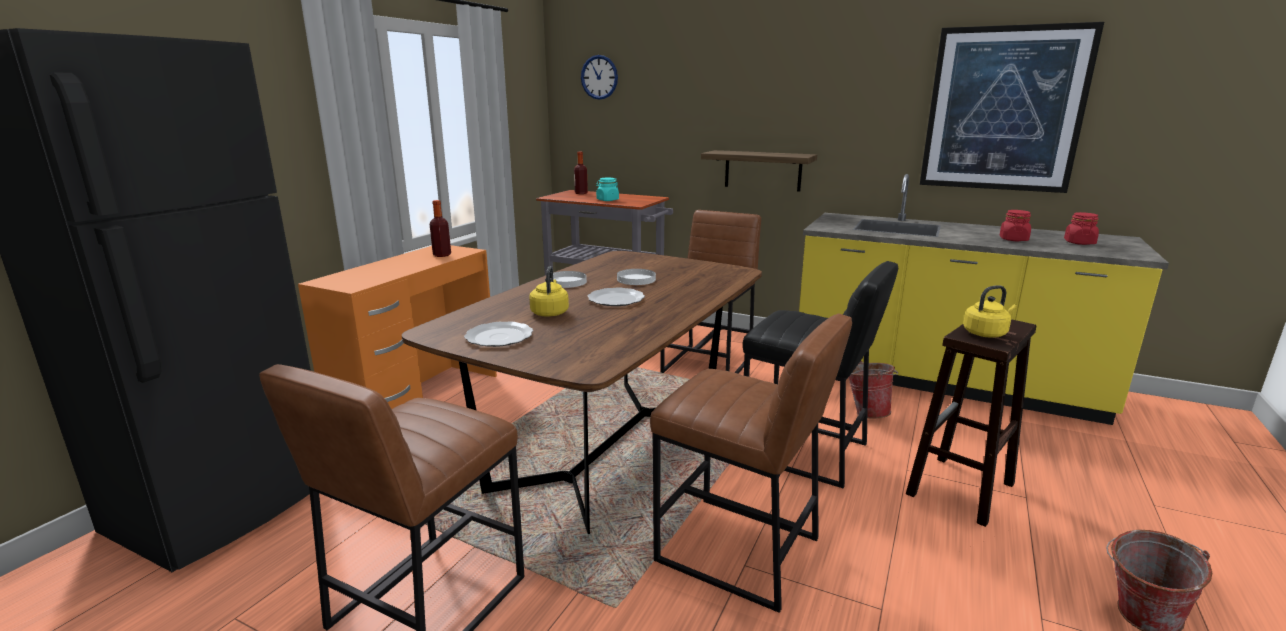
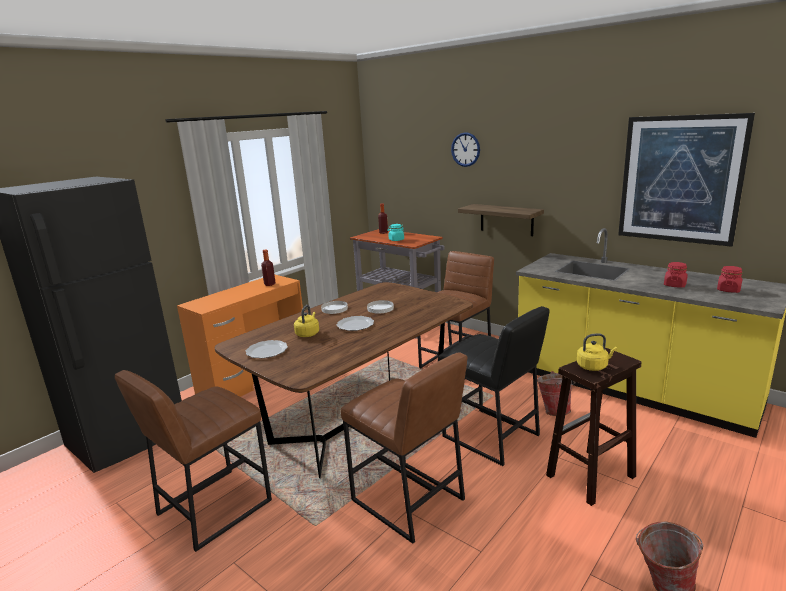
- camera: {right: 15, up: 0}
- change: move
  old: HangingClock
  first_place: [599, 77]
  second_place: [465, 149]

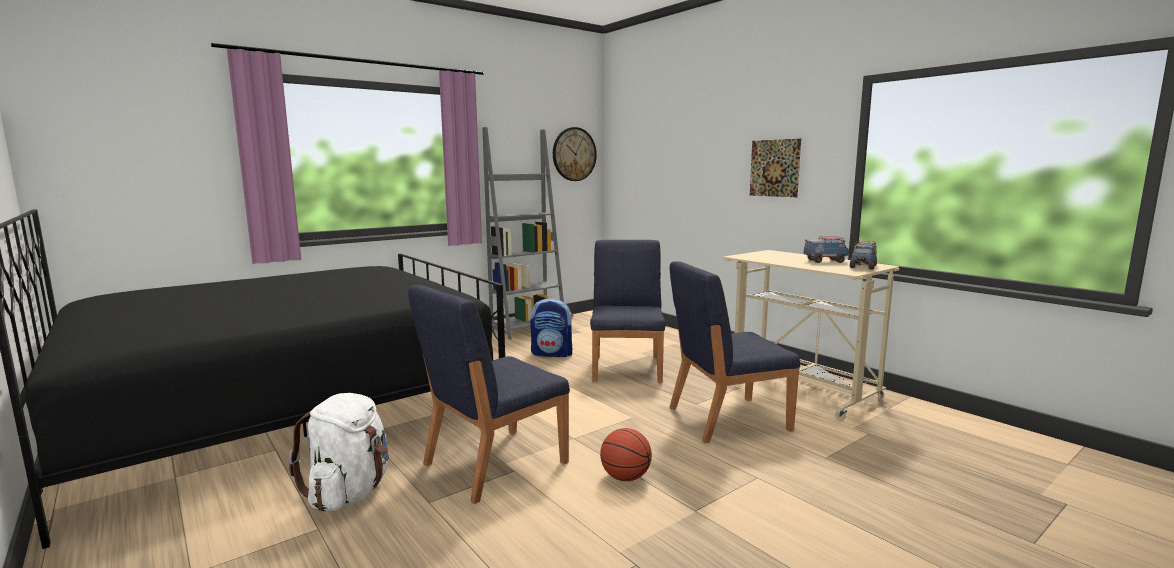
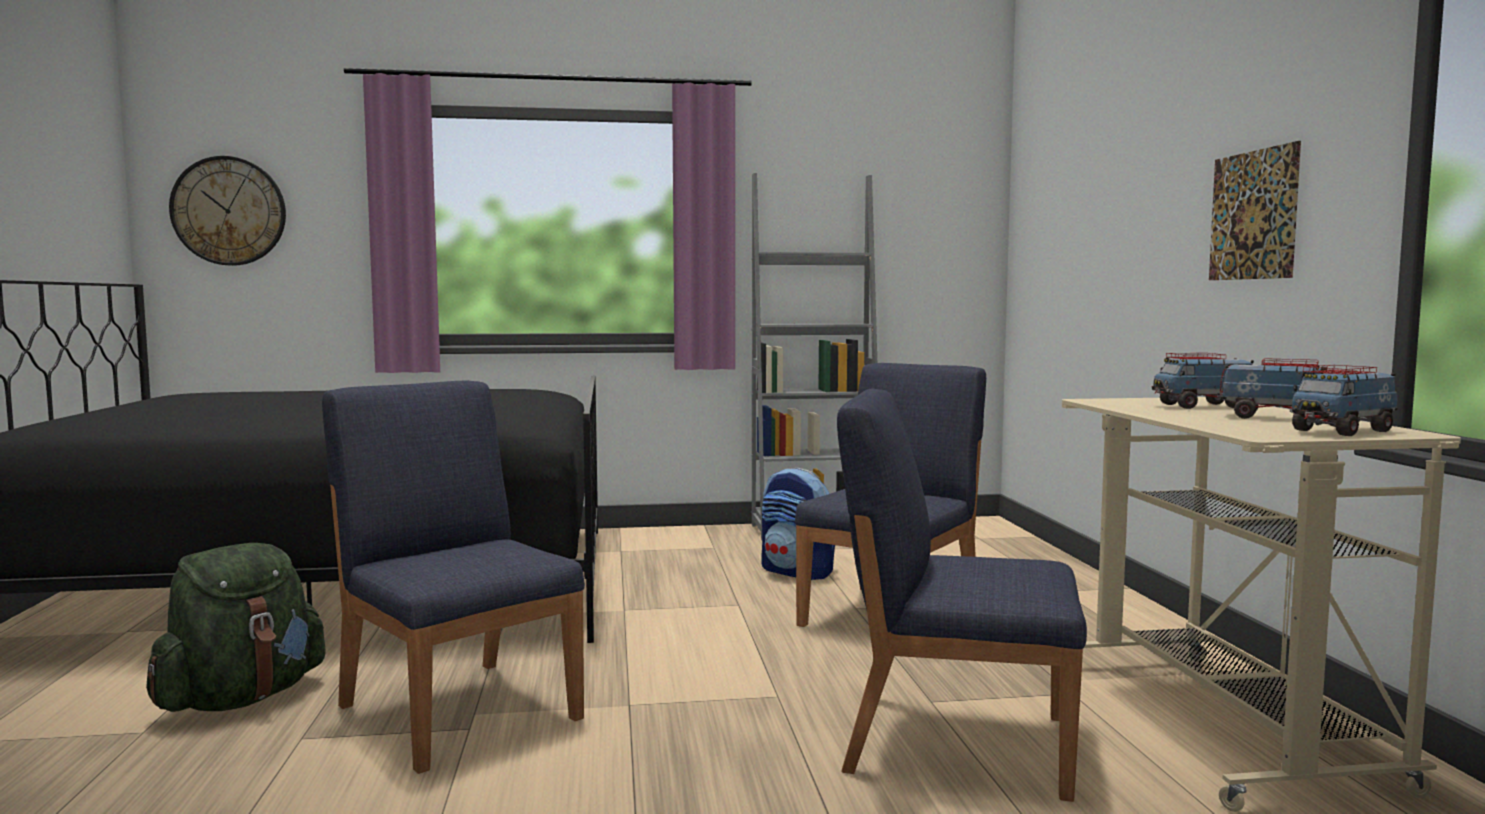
- camera: {right: 30, up: -5}
- change: recolor
  old: WhitishRucksack
  new: GreenishRucksack
  first_place: [350, 493]
  second_place: [241, 698]
- change: rotate
  old: BlueUprightChair
  first_place: [493, 463]
  second_place: [459, 710]
  degrees: 60
- change: move
  old: HangingClock
  first_place: [574, 154]
  second_place: [229, 211]
- change: delete
  old: Basketball
  first_place: [625, 477]
- change: insert
  new: ModelTruck
  second_place: [1201, 406]

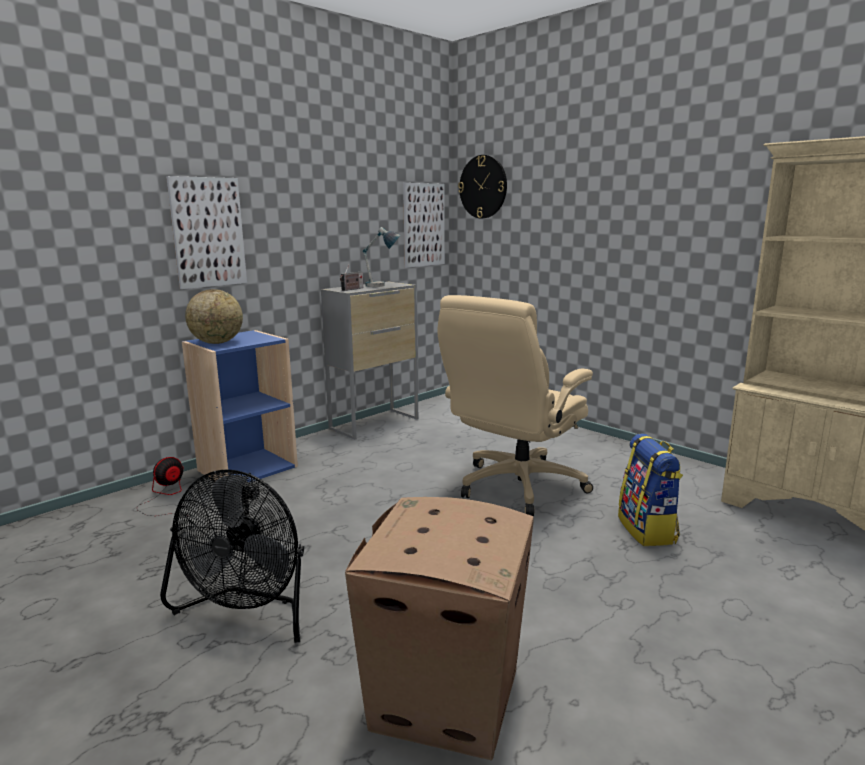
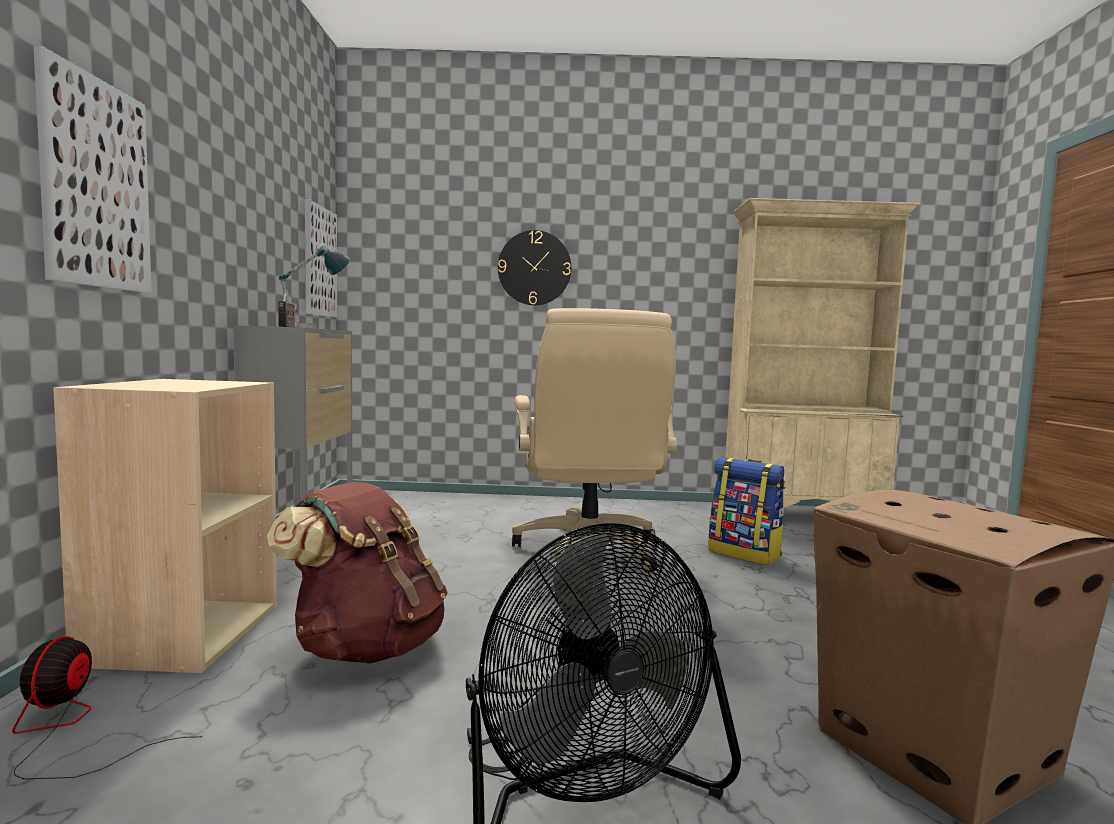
- camera: {right: -45, up: -10}
- change: recolor
  old: BlueShelvingUnit
  new: BeigeShelvingUnit
  first_place: [248, 467]
  second_place: [183, 632]
- change: delete
  old: Globe
  first_place: [217, 343]
- change: move
  old: HangingClock
  first_place: [483, 187]
  second_place: [534, 268]
- change: insert
  new: BrownishRucksack
  second_place: [366, 647]

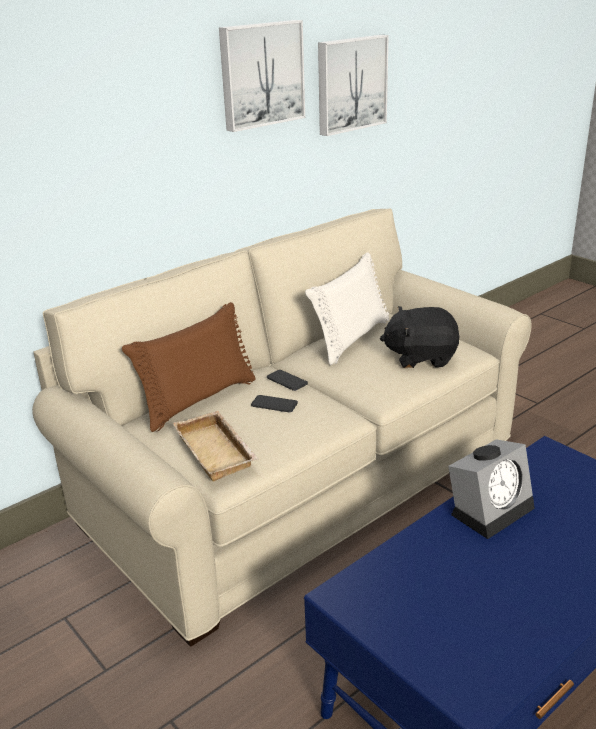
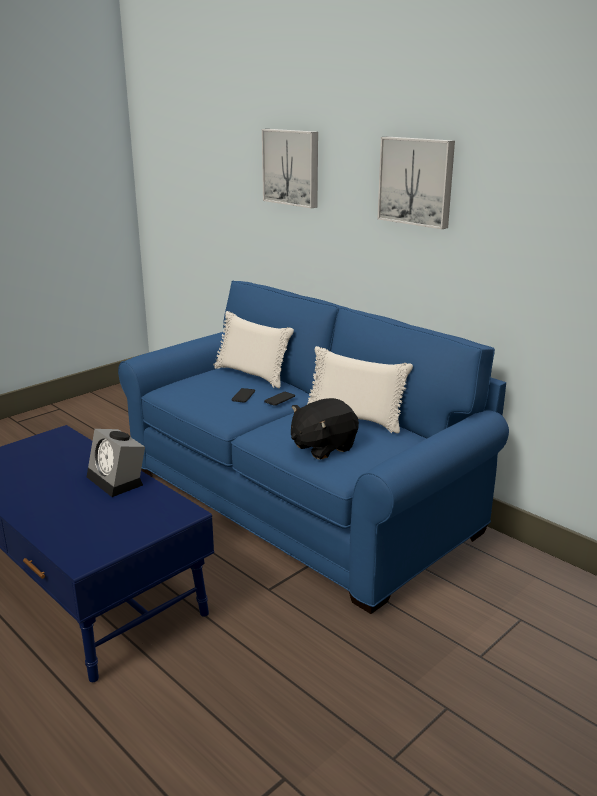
- camera: {right: 85, up: -5}
- change: recolor
  old: BeigeSettee
  new: BlueSettee
  first_place: [302, 483]
  second_place: [299, 501]
- change: recolor
  old: BrownishPillow
  new: WhitishPillow
  first_place: [198, 400]
  second_place: [252, 375]
- change: delete
  old: BeigeCarryingTray
  first_place: [218, 451]
- change: move
  old: Picture
  first_place: [350, 84]
  second_place: [292, 167]
- change: rotate
  old: BlackColouredSoftToy
  first_place: [420, 357]
  second_place: [322, 447]
  degrees: -120

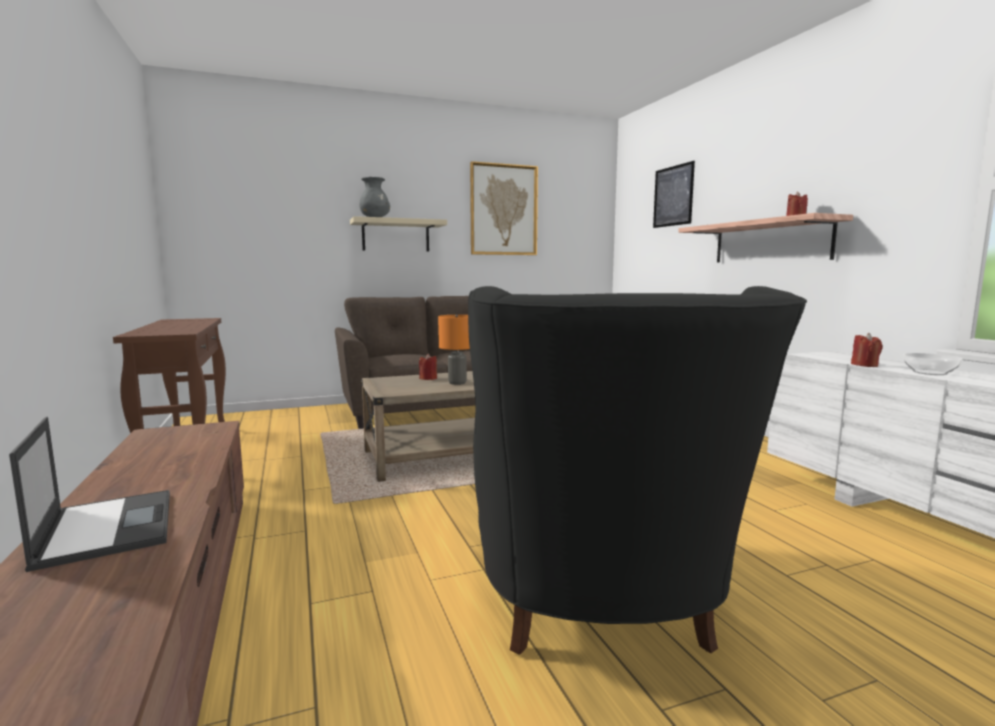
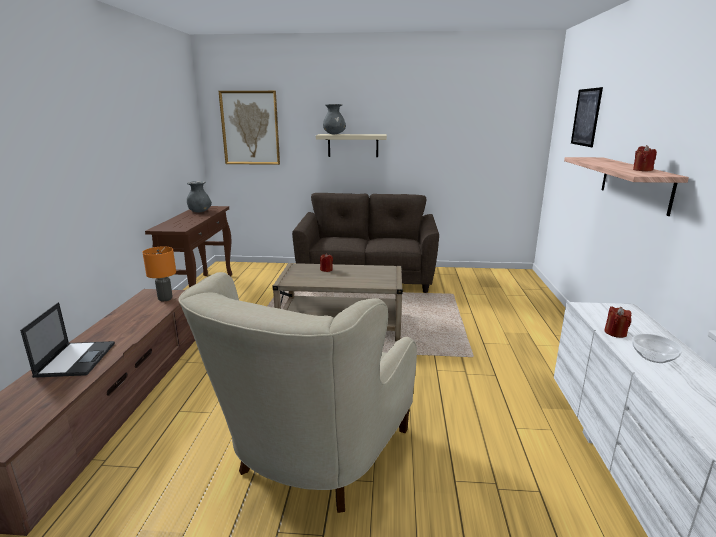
- camera: {right: 25, up: 10}
- change: move
  old: OrangeTableLamp
  first_place: [458, 383]
  second_place: [165, 299]
- change: recolor
  old: BlackColouredEasyChair
  new: BeigeEasyChair
  first_place: [598, 603]
  second_place: [313, 459]
- change: move
  old: Picture
  first_place: [503, 210]
  second_place: [250, 128]
- change: insert
  new: GreyishFlowerVase
  second_place: [199, 211]

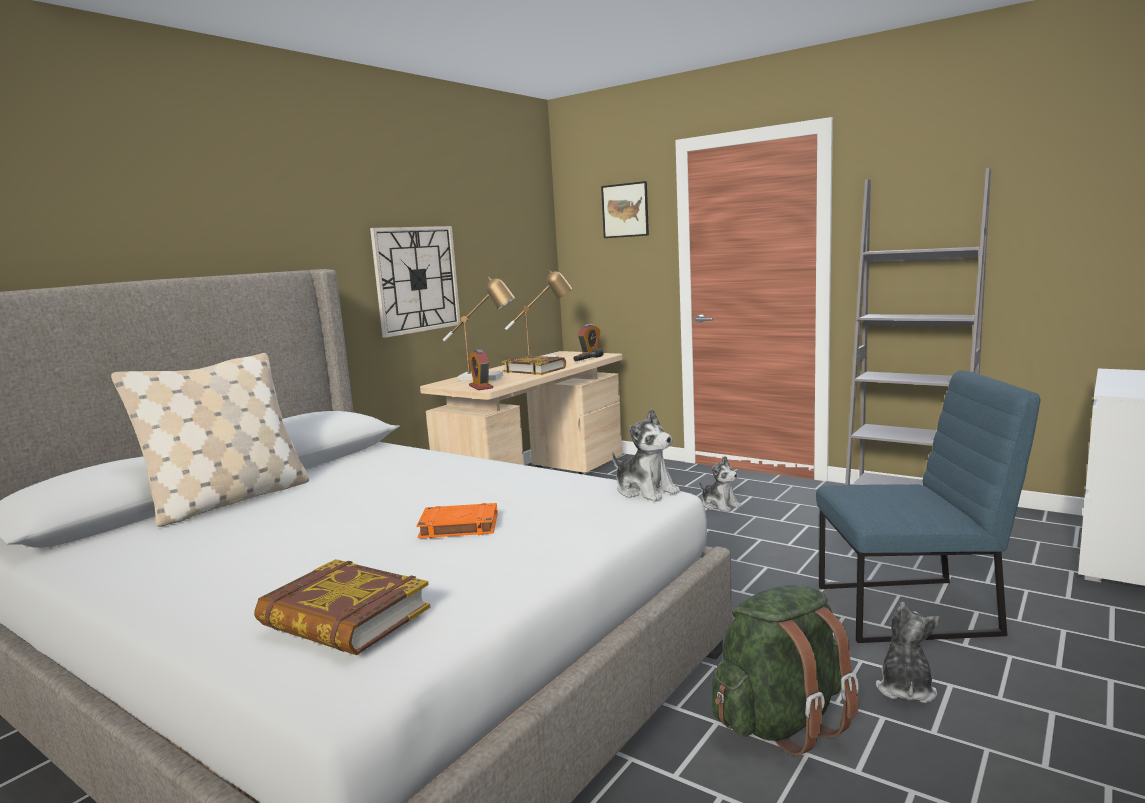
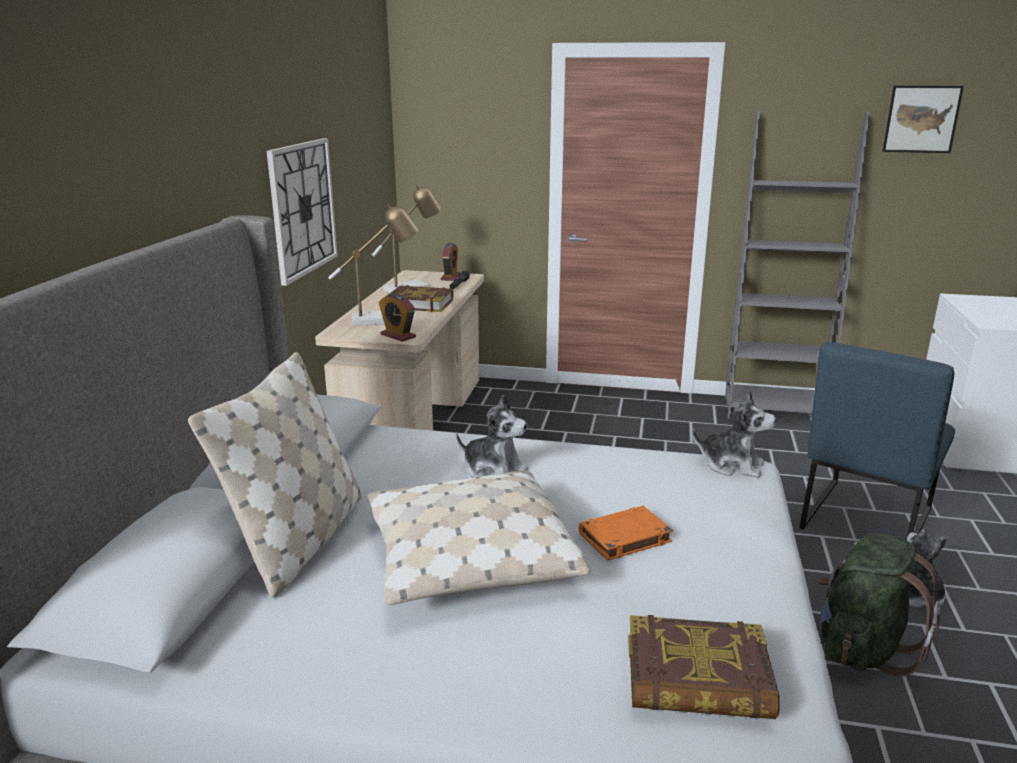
- camera: {right: -25, up: 10}
- change: move
  old: Picture
  first_place: [625, 210]
  second_place: [921, 119]
- change: move
  old: SoftToy
  first_place: [720, 505]
  second_place: [494, 471]
- change: rotate
  old: BlueUprightChair
  first_place: [912, 610]
  second_place: [863, 520]
  degrees: 150
- change: insert
  new: BeigePillow
  second_place: [469, 558]

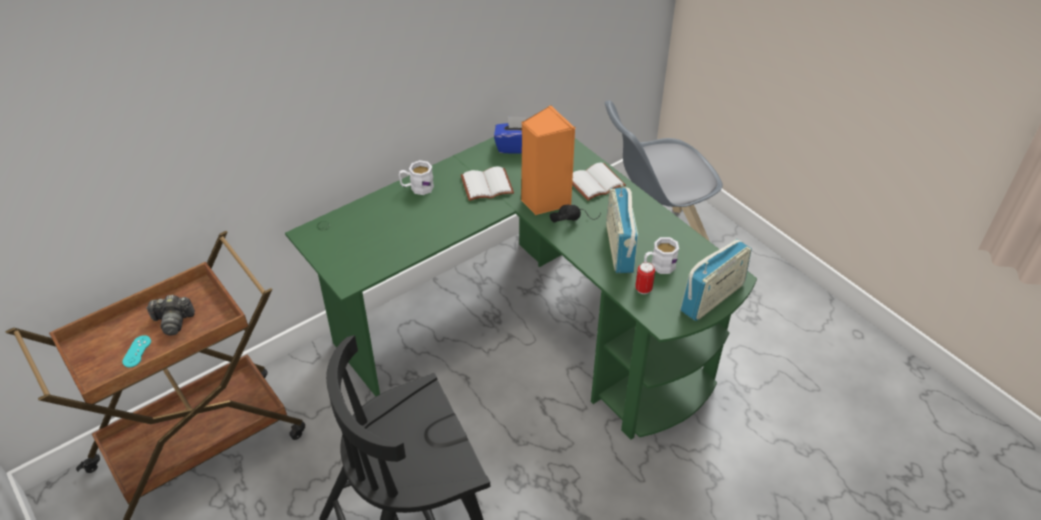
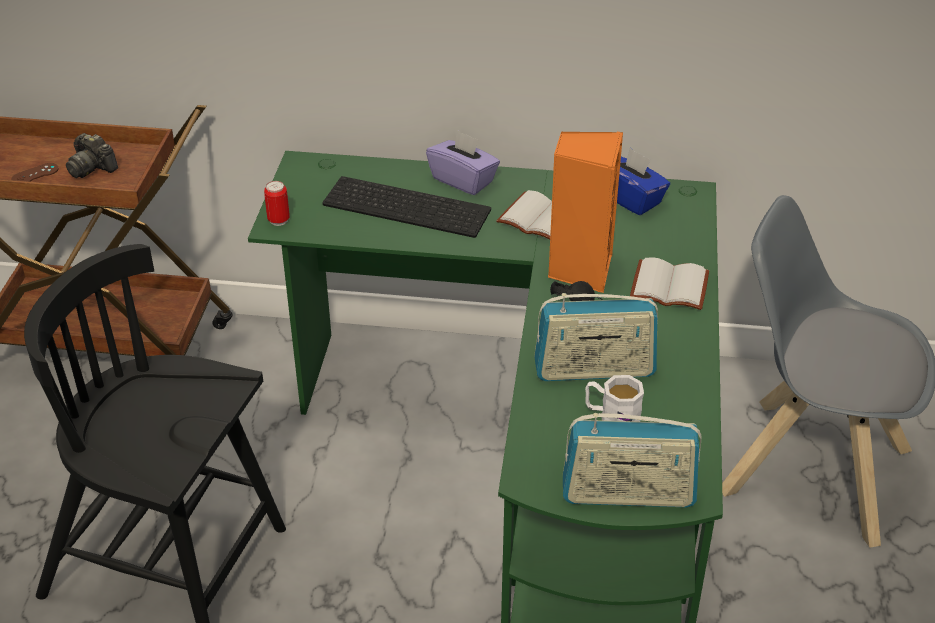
- camera: {right: 45, up: -5}
- change: recolor
  old: BlueGreenJoypad
  new: BrownishJoypad
  first_place: [137, 351]
  second_place: [35, 174]
- change: replace
  old: WhitishCoffeeMug
  new: PurpleTissueHolder
  first_place: [417, 188]
  second_place: [463, 180]
- change: rotate
  old: RadioSet
  first_place: [619, 248]
  second_place: [594, 370]
  degrees: -135
- change: move
  old: Can
  first_place: [643, 289]
  second_place: [278, 220]
- change: insert
  new: Keyboard
  second_place: [409, 206]

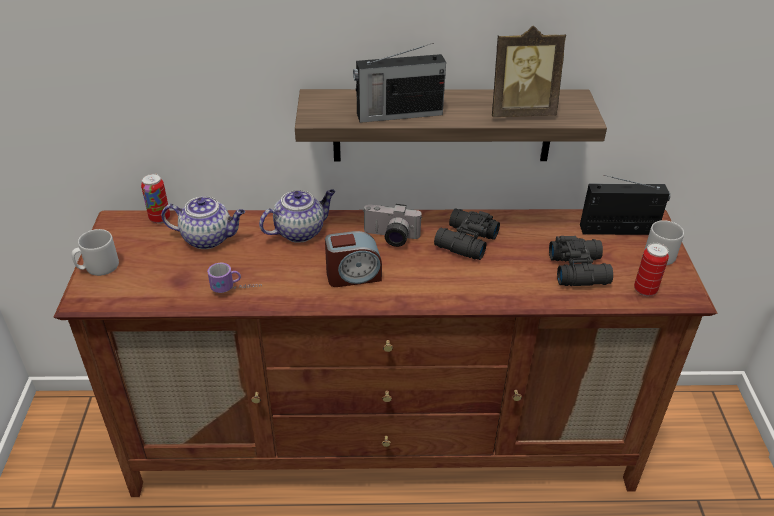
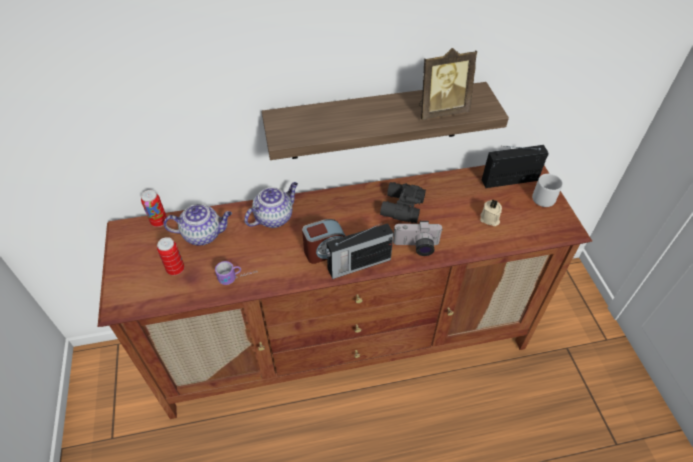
- camera: {right: -10, up: 10}
- change: delete
  old: GreyishCoffeeMug
  first_place: [98, 267]
- change: move
  old: RadioSet
  first_place: [397, 114]
  second_place: [358, 264]
- change: move
  old: StillCamera
  first_place: [390, 238]
  second_place: [416, 247]
- change: replace
  old: BlackColouredBinoculars
  new: BeigeCandle
  first_place: [579, 269]
  second_place: [489, 219]
- change: move
  old: Can
  first_place: [645, 290]
  second_place: [175, 269]

